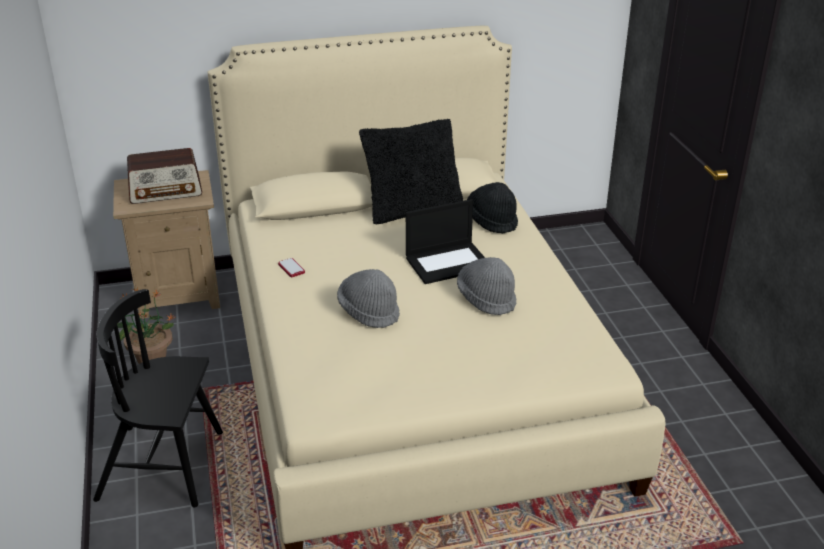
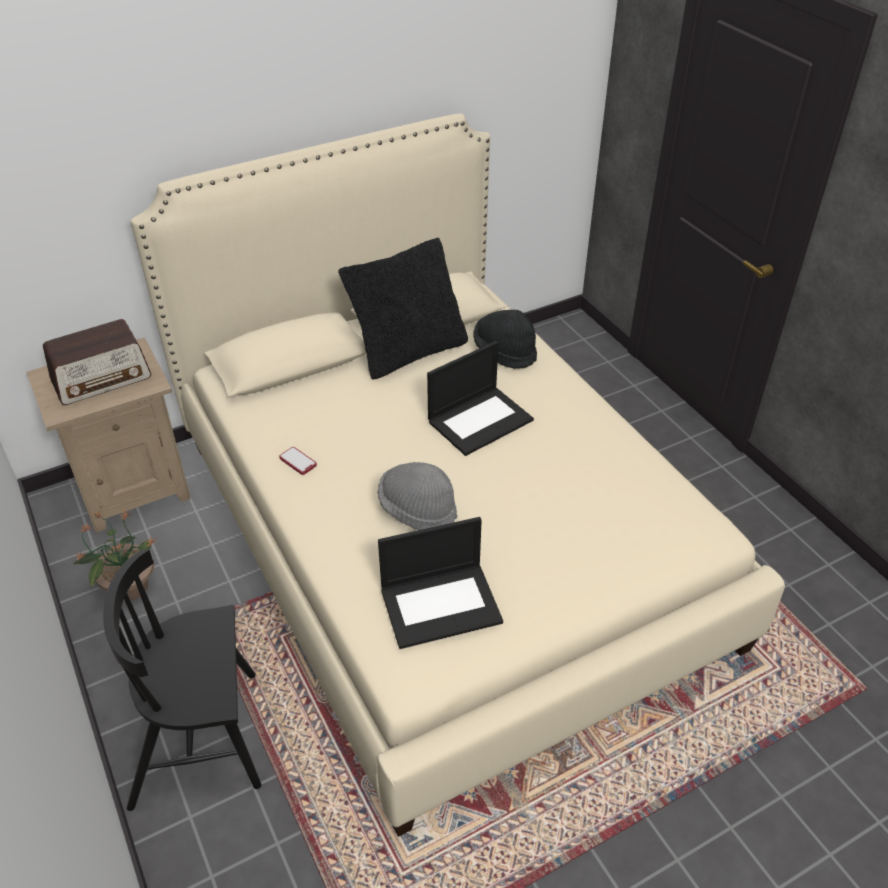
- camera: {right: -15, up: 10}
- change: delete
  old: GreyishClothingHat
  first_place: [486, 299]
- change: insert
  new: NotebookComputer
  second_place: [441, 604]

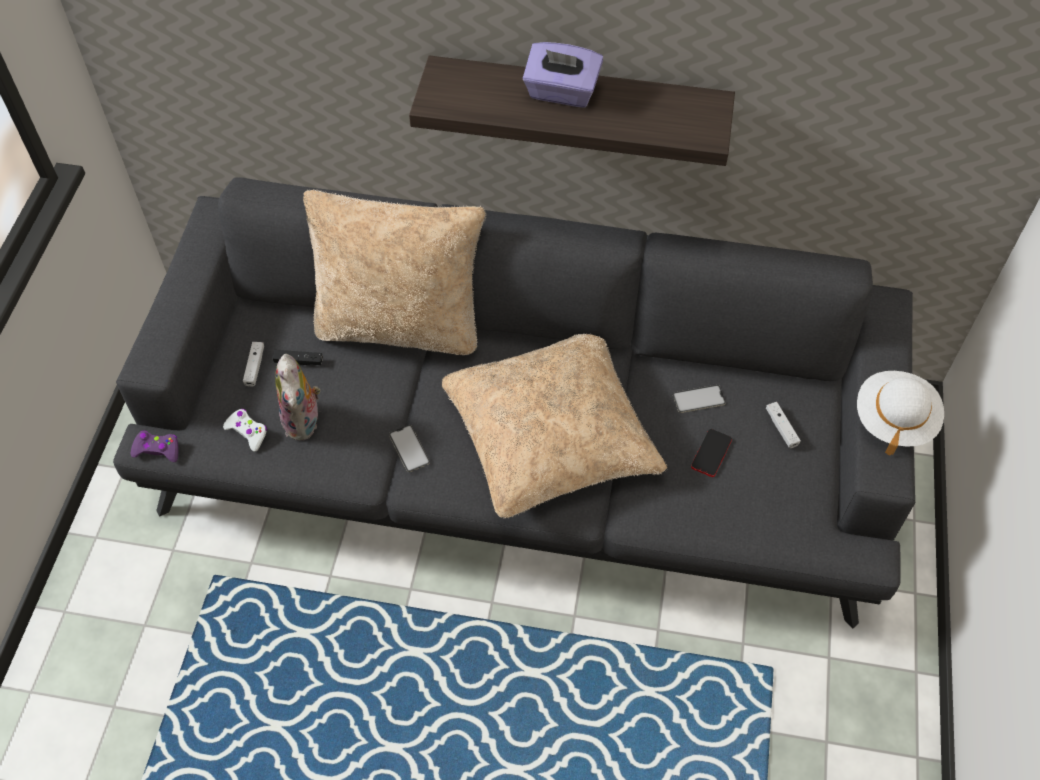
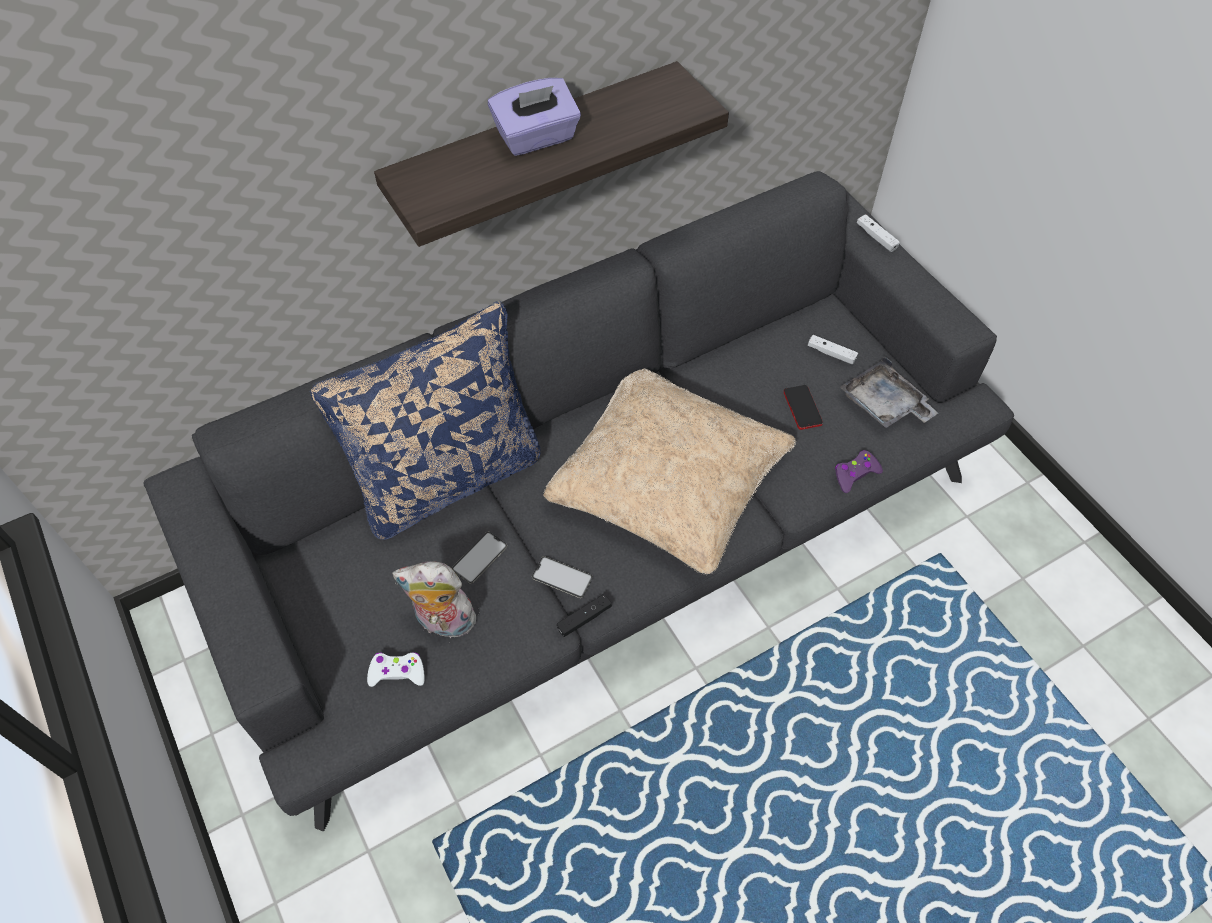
- camera: {right: -40, up: 0}
- change: move
  old: PurpleJoypad
  first_place: [157, 449]
  second_place: [855, 474]
- change: move
  old: WhitishJoypad
  first_place: [254, 367]
  second_place: [876, 237]
- change: move
  old: BlackColouredJoypad
  first_place: [298, 361]
  second_place: [584, 618]
- change: rotate
  old: SoftToy
  first_place: [304, 421]
  second_place: [443, 623]
  degrees: 150
- change: recolor
  old: BeigePillow
  new: BluePillow
  first_place: [401, 329]
  second_place: [451, 480]
- change: move
  old: Handset
  first_place: [699, 399]
  second_place: [479, 557]
- change: delete
  old: WhitishClothingHat
  first_place: [894, 419]
- change: insert
  new: GreyishCarryingTray
  second_place: [884, 405]

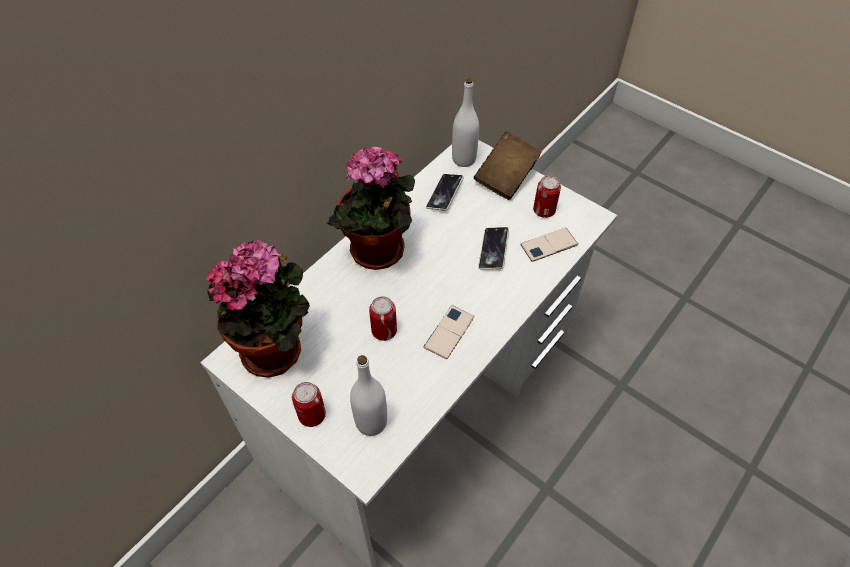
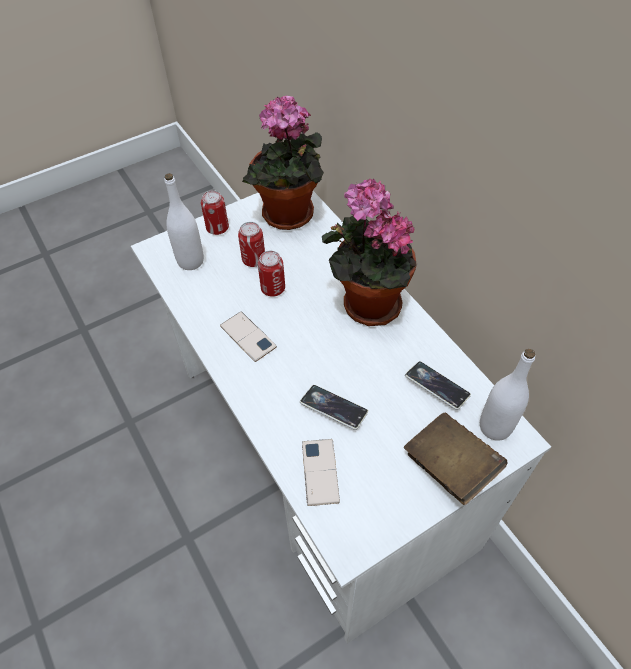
- camera: {right: 110, up: 0}
- change: move
  old: Can
  first_place: [544, 211]
  second_place: [254, 260]

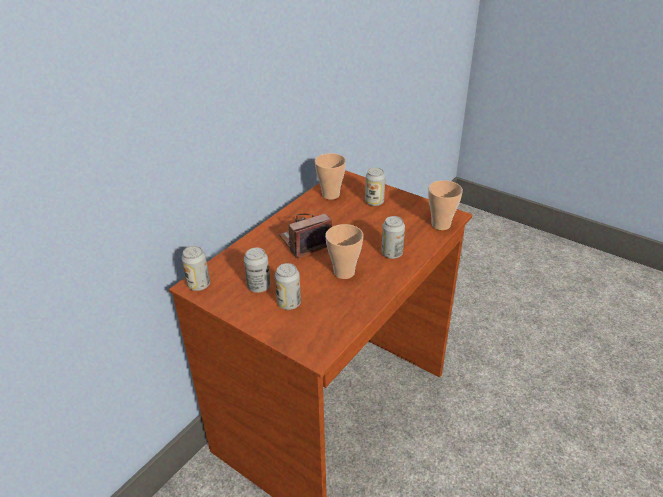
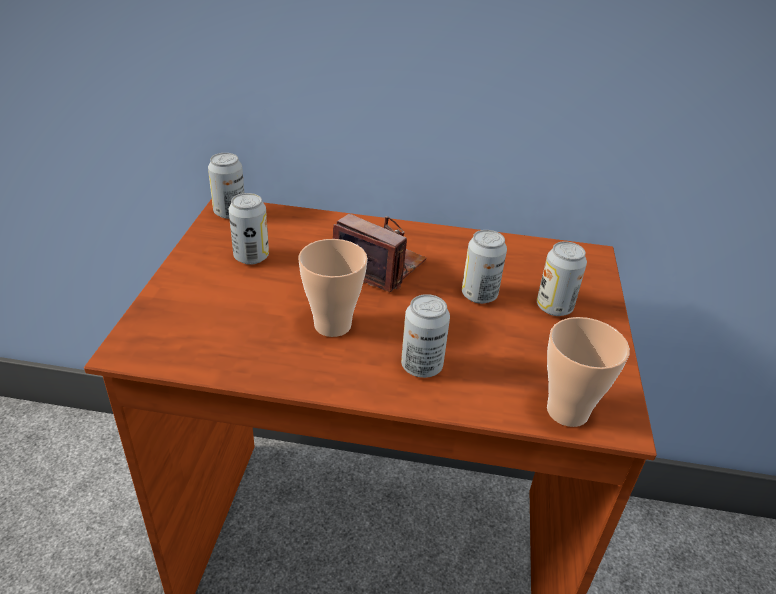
- camera: {right: 60, up: 0}
- change: move
  old: Can
  first_place: [289, 303]
  second_place: [479, 295]
- change: delete
  old: SmallCup
  first_place: [330, 195]

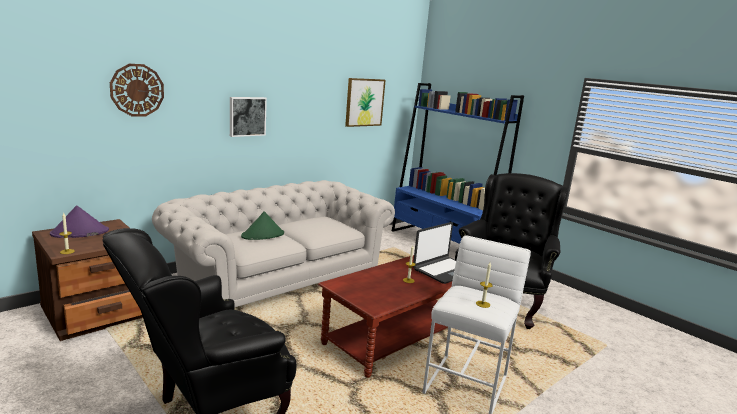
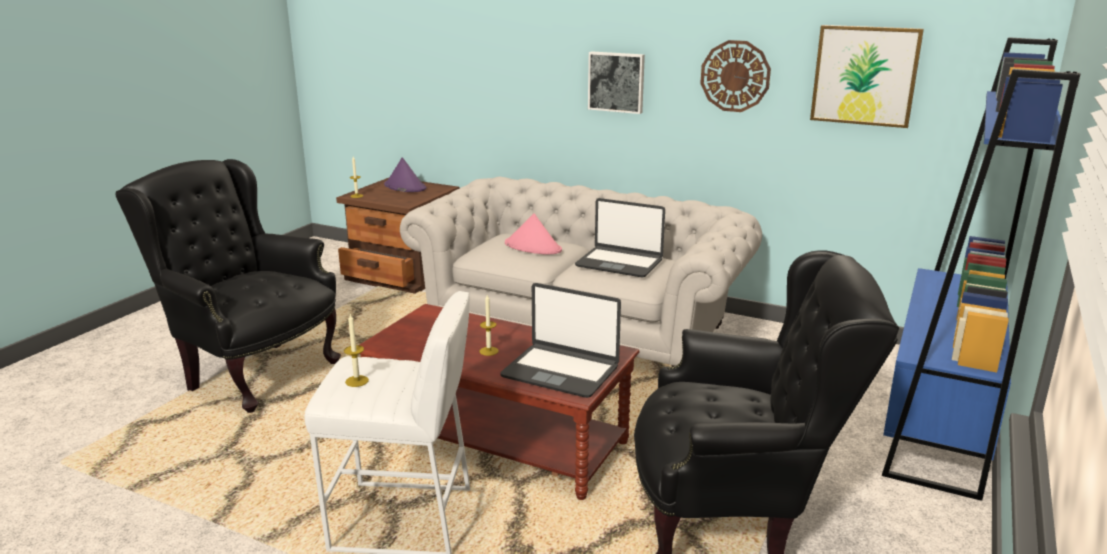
- camera: {right: 70, up: 5}
- change: move
  old: HangingClock
  first_place: [137, 90]
  second_place: [735, 76]
- change: recolor
  old: GreenishClothingHat
  new: PinkishClothingHat
  first_place: [263, 235]
  second_place: [533, 247]
- change: insert
  new: NotebookComputer
  second_place: [619, 263]

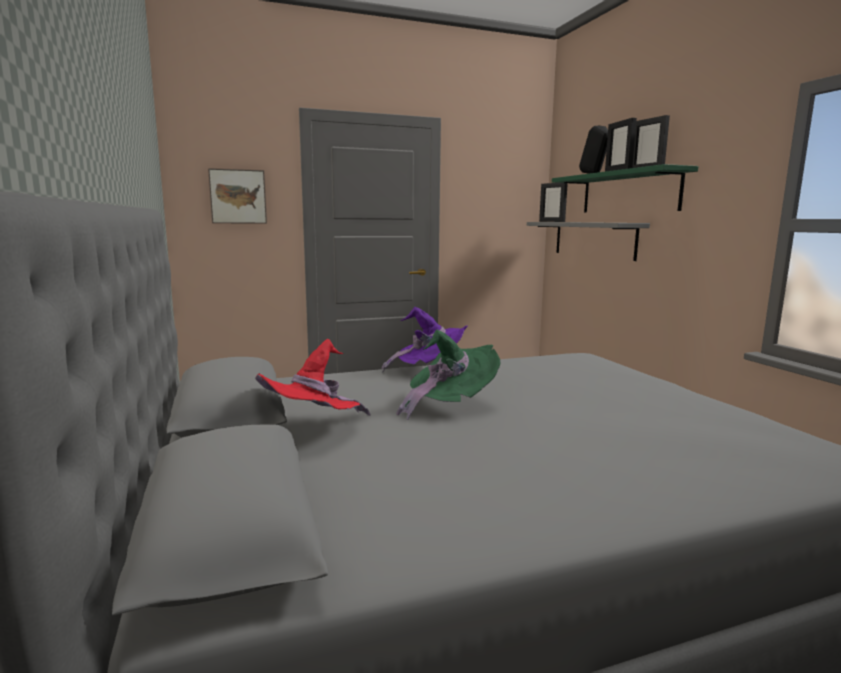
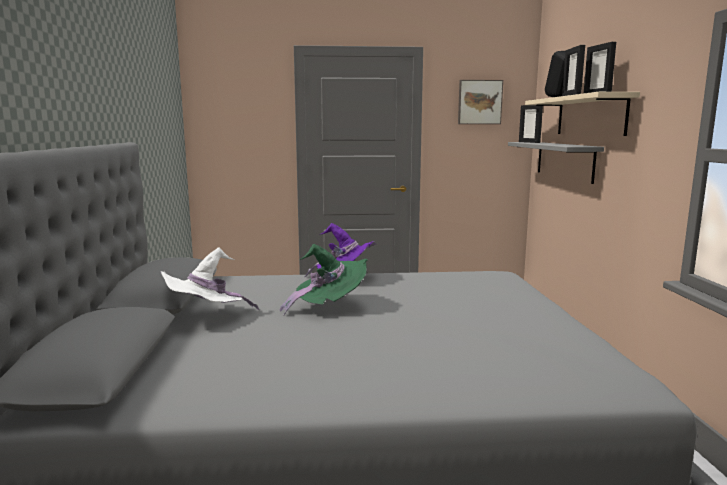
- camera: {right: 15, up: 0}
- change: move
  old: Picture
  first_place: [238, 196]
  second_place: [479, 102]
- change: recolor
  old: RedColouredClothingHat
  new: WhitishClothingHat
  first_place: [314, 431]
  second_place: [207, 318]
- change: recolor
  old: GreenishShelf
  new: BeigeShelf
  first_place: [629, 192]
  second_place: [590, 116]

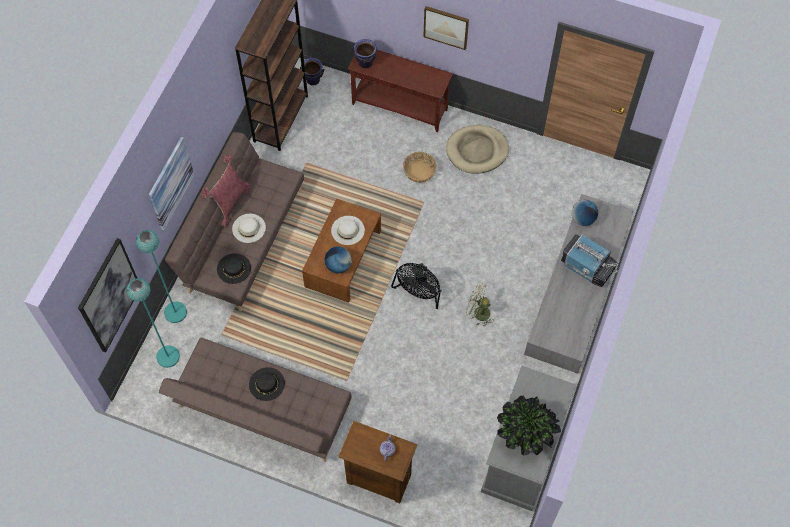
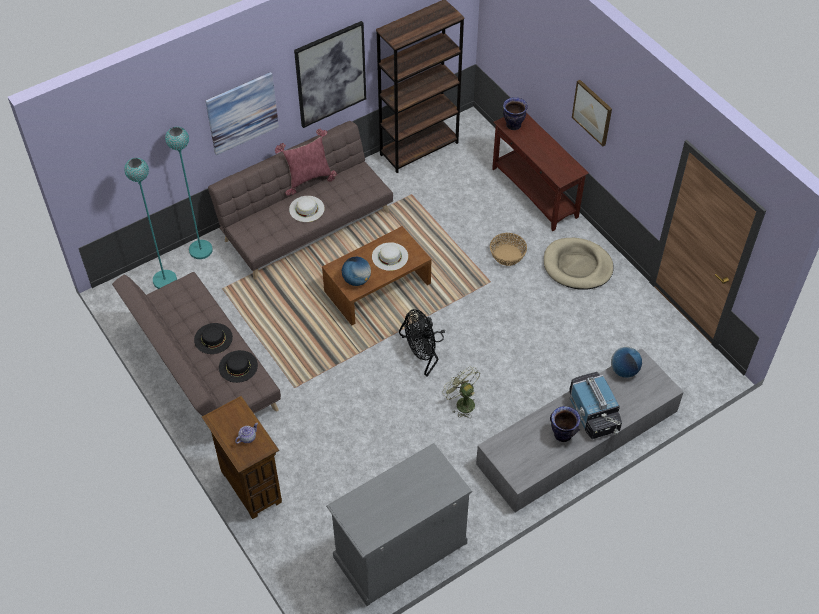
- camera: {right: 35, up: -10}
- change: move
  old: Picture
  first_place: [109, 296]
  second_place: [330, 74]
- change: move
  old: BlackColouredClothingHat
  first_place: [233, 268]
  second_place: [238, 366]
- change: move
  old: FlowerVase
  first_place: [313, 80]
  second_place: [563, 435]
- change: delete
  old: PlantInAPot
  first_place: [525, 434]

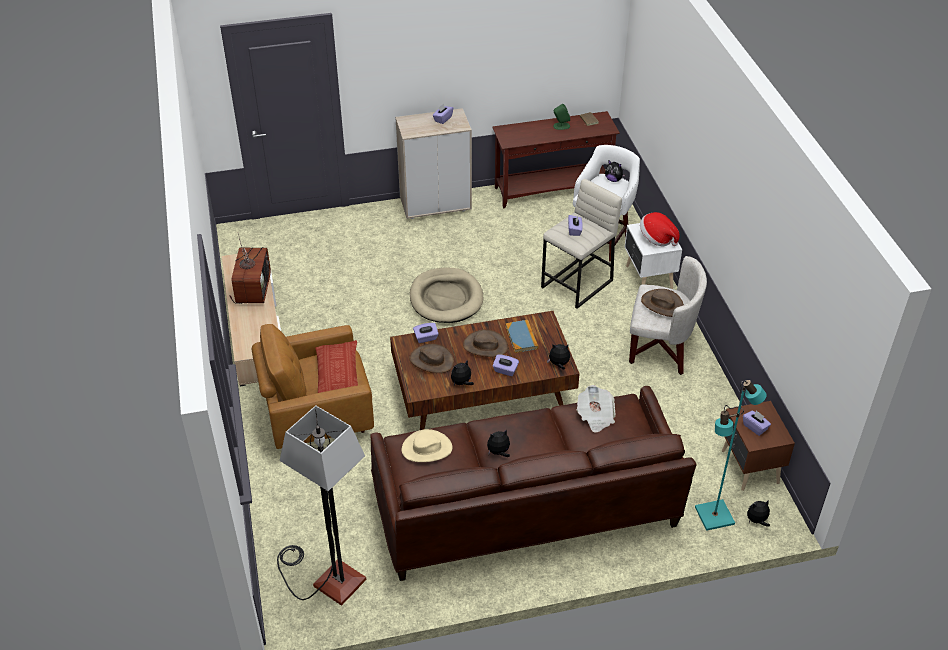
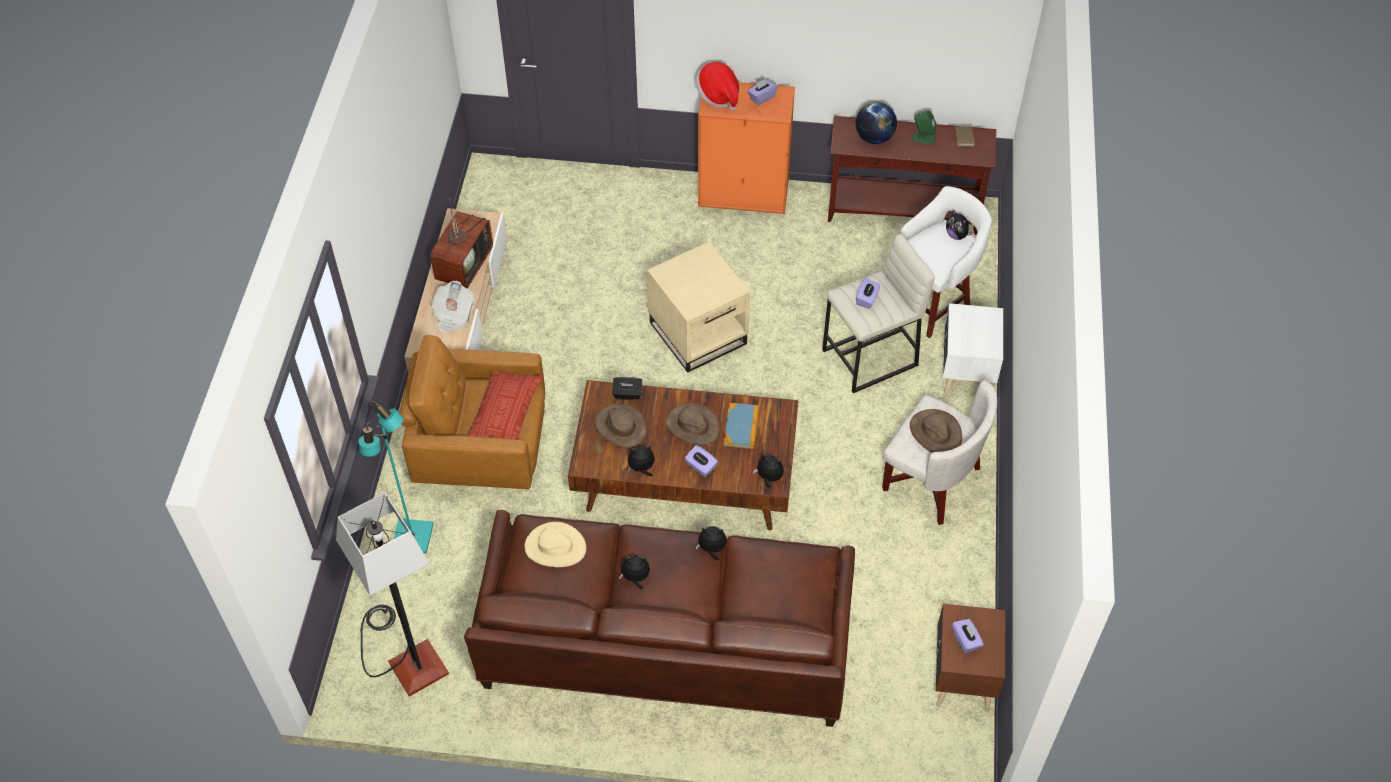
- camera: {right: 20, up: 10}
- change: recolor
  old: BeigeCabinet
  new: OrangeCabinet
  first_place: [436, 206]
  second_place: [744, 197]
- change: replace
  old: BeigeDogCushion
  new: BeigeAccentTable
  first_place: [446, 298]
  second_place: [698, 333]
- change: recolor
  old: PurpleTissueHolder
  new: BlackColouredTissueHolder
  first_place: [426, 338]
  second_place: [627, 394]
- change: move
  old: DailyPaper
  first_place: [595, 416]
  second_place: [453, 315]
- change: move
  old: ClothingHat
  first_place: [657, 238]
  second_place: [718, 96]
- change: move
  old: BlueGreenFloorLamp
  first_place: [714, 515]
  second_place: [412, 536]
- change: move
  old: SoftToy
  first_place: [757, 521]
  second_place: [712, 549]
- change: insert
  new: Globe
  second_place: [874, 138]

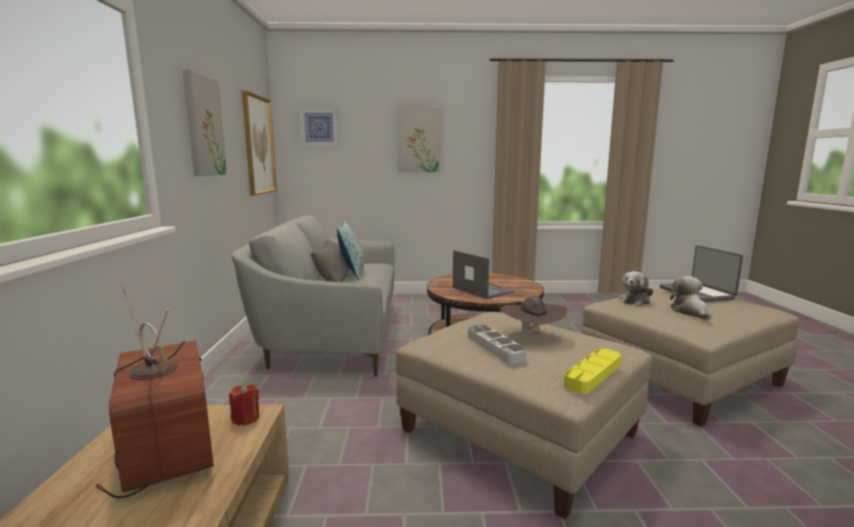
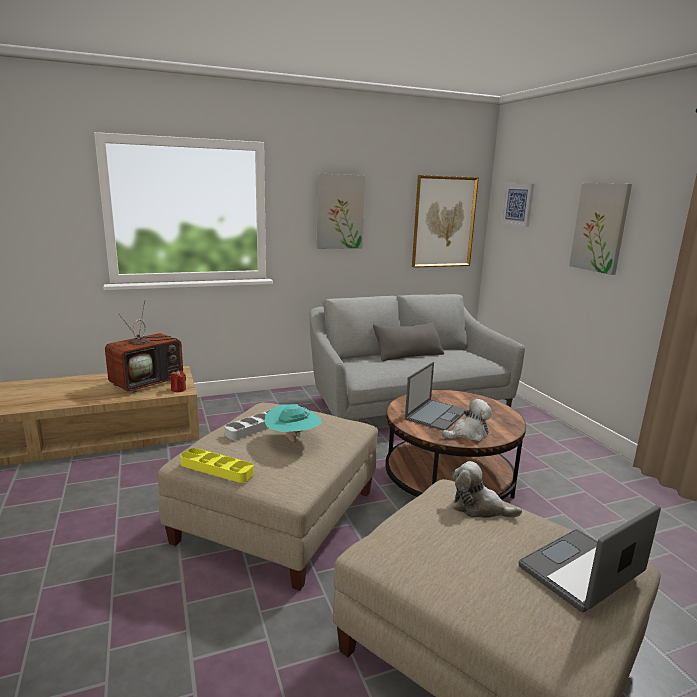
- camera: {right: 70, up: 5}
- change: delete
  old: Pillow
  first_place: [352, 273]
- change: recolor
  old: BrownishClothingHat
  new: BlueGreenClothingHat
  first_place: [532, 335]
  second_place: [293, 441]
- change: move
  old: SoftToy
  first_place: [690, 312]
  second_place: [468, 434]

